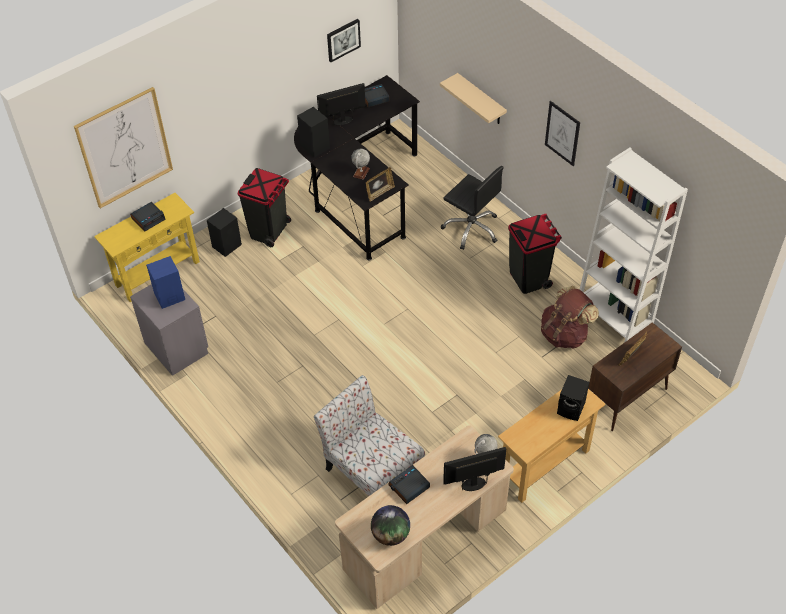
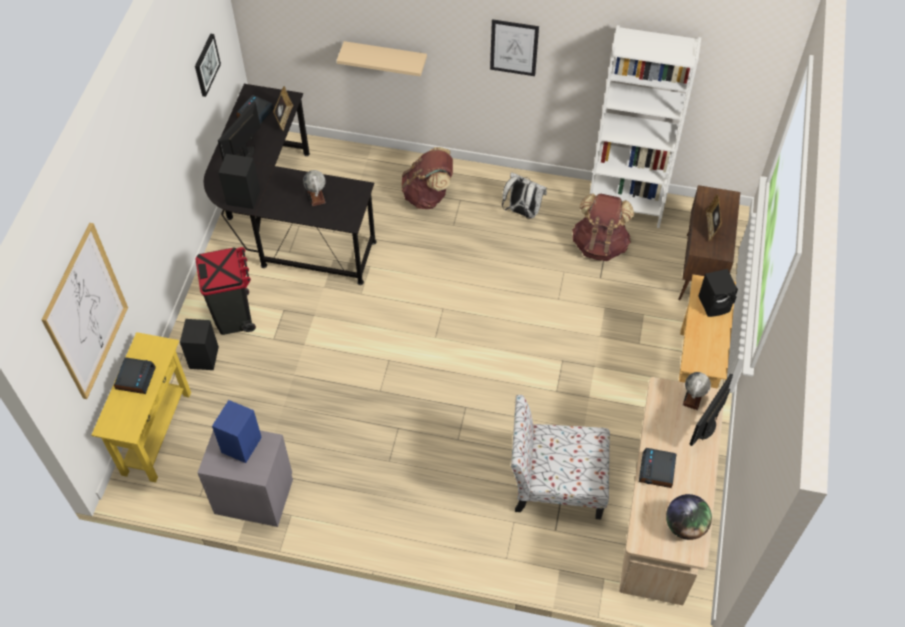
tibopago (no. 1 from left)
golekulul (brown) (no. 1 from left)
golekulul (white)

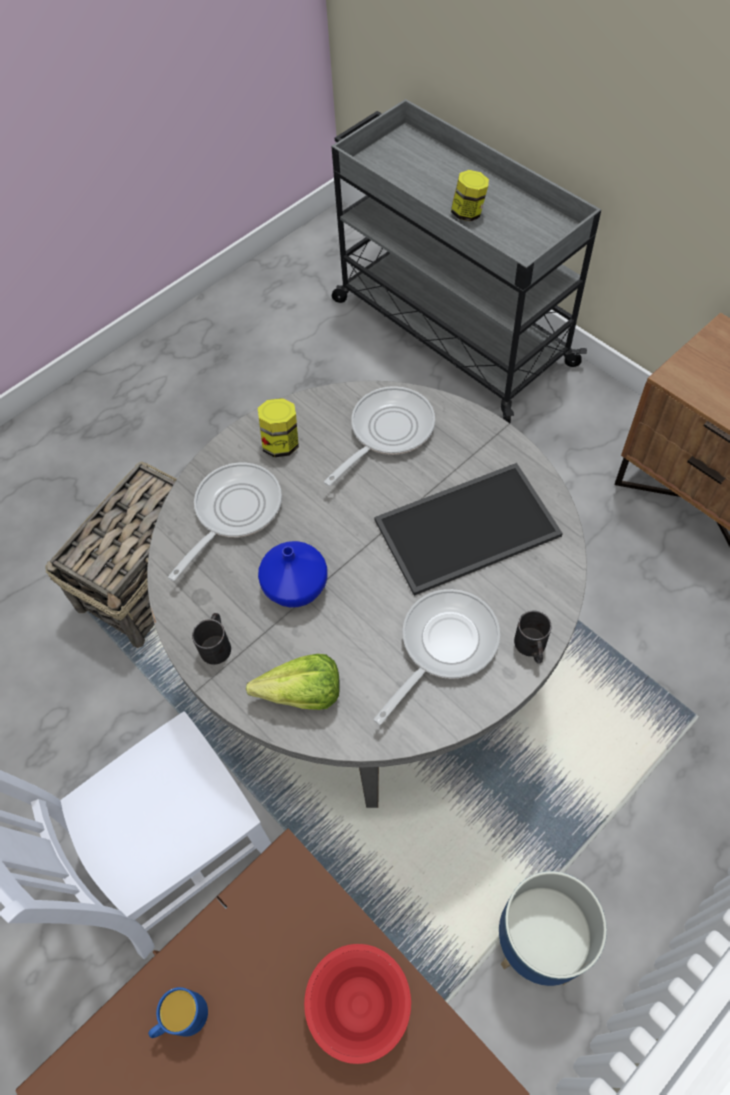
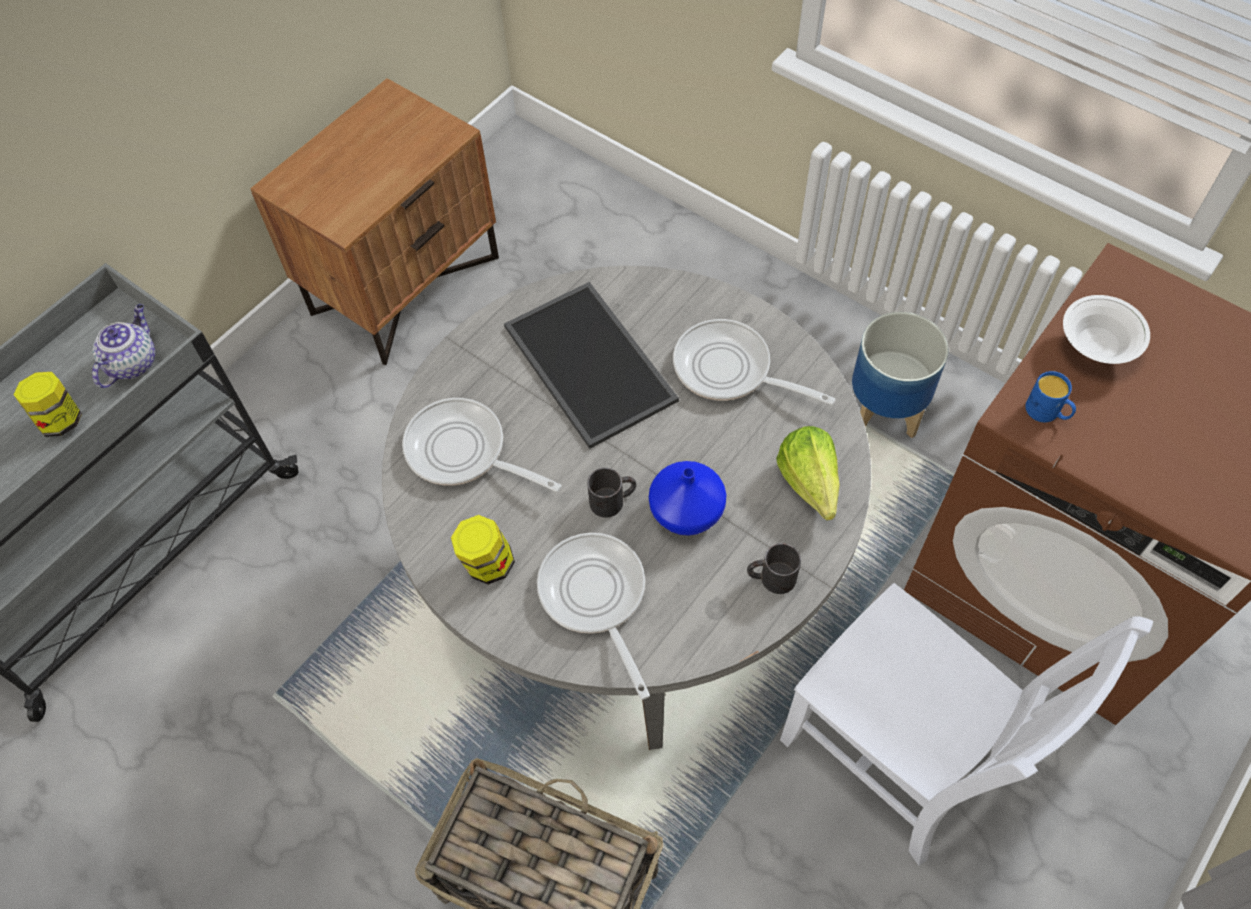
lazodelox
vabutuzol (no. 2 from left)
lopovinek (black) (no. 1 from left)
lopovinek (blue)
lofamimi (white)

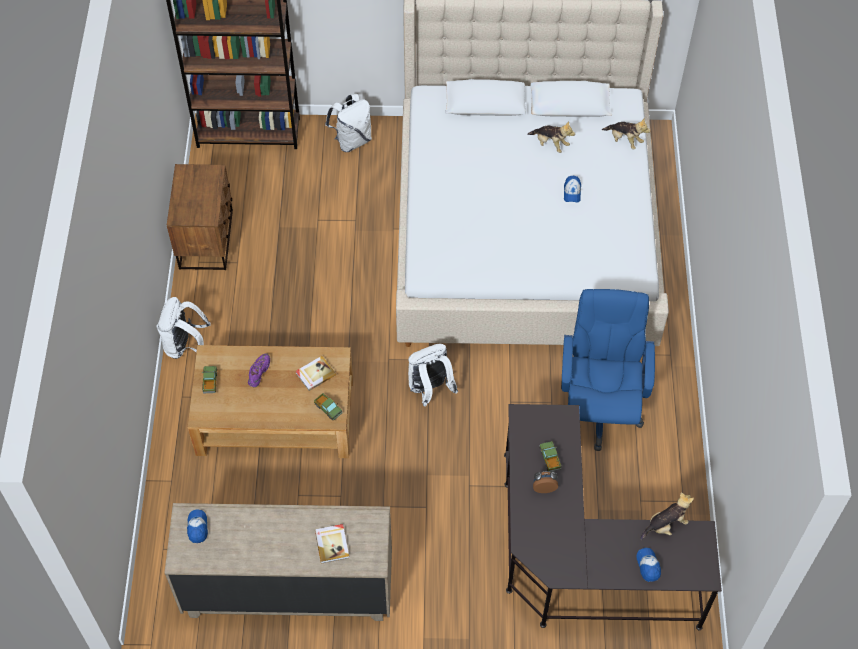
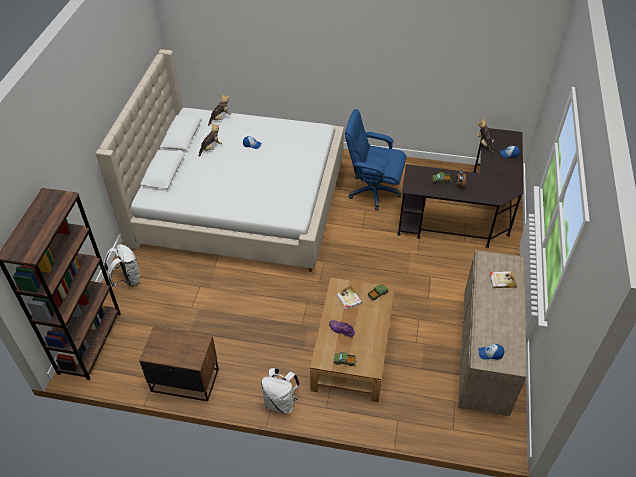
golekulul (white) (no. 3 from left in the first image)

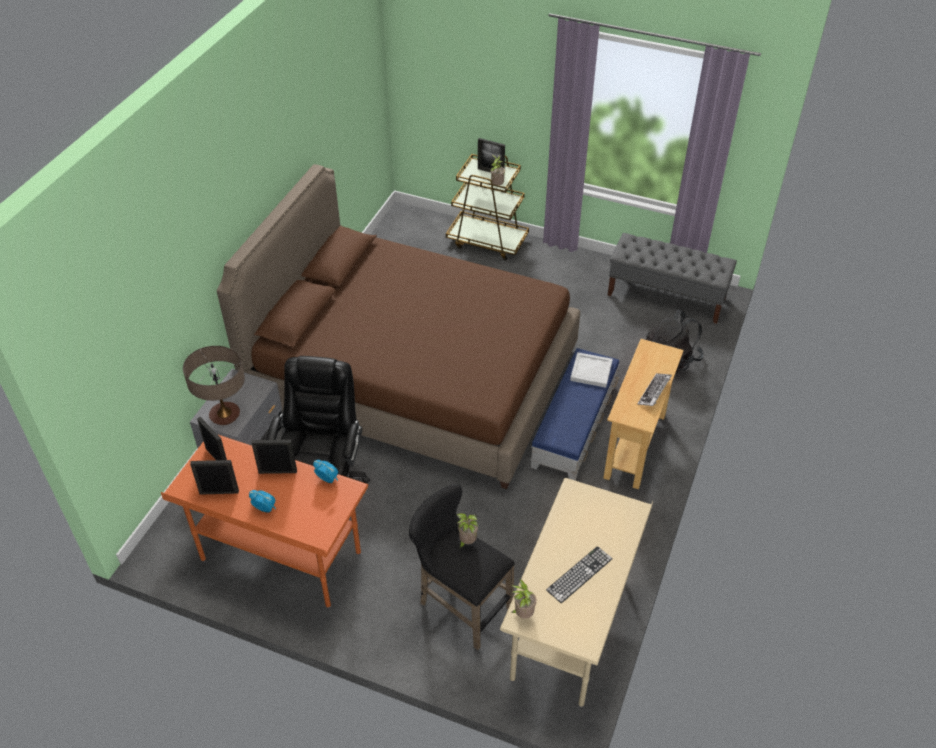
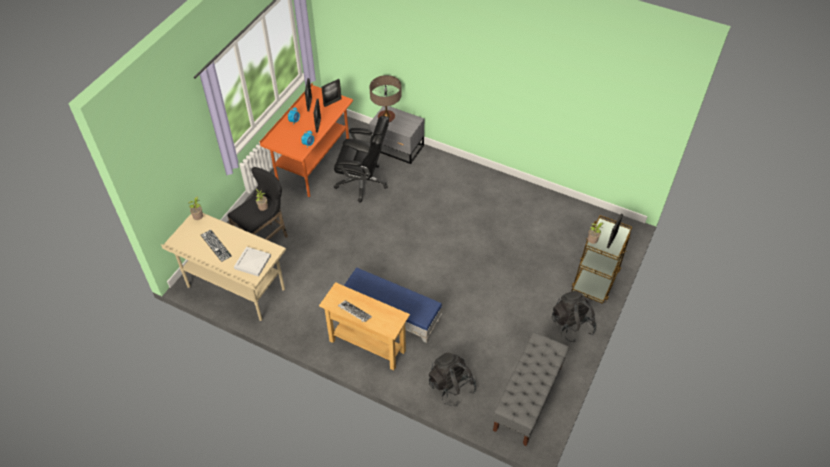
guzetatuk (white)
golekulul (black) (no. 2 from left)
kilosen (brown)

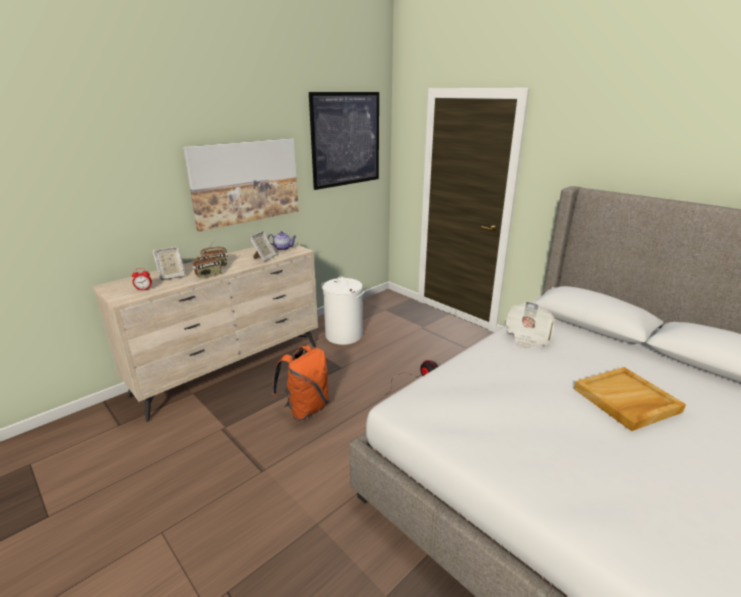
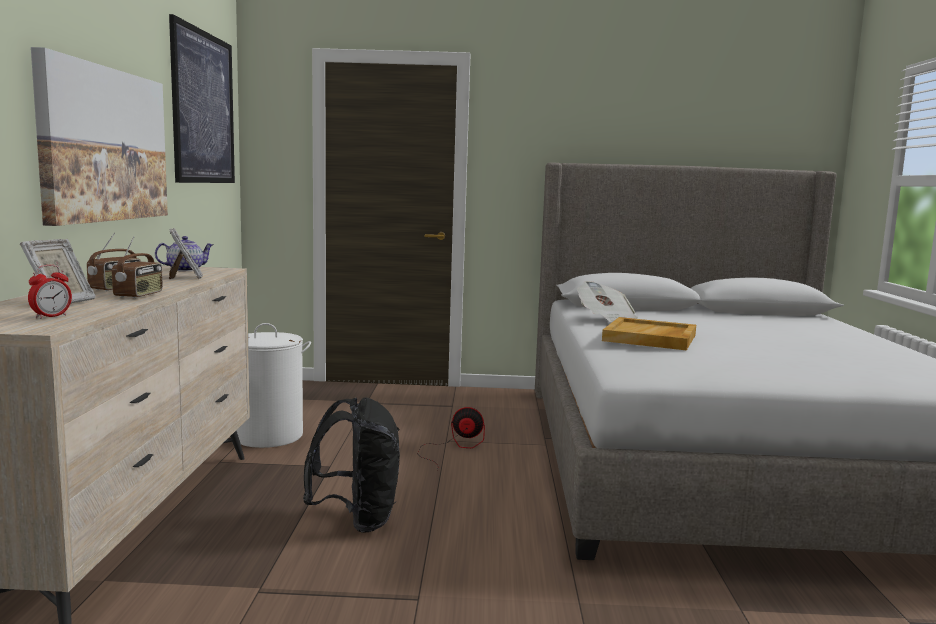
golekulul (black)
guzetatuk (beige)

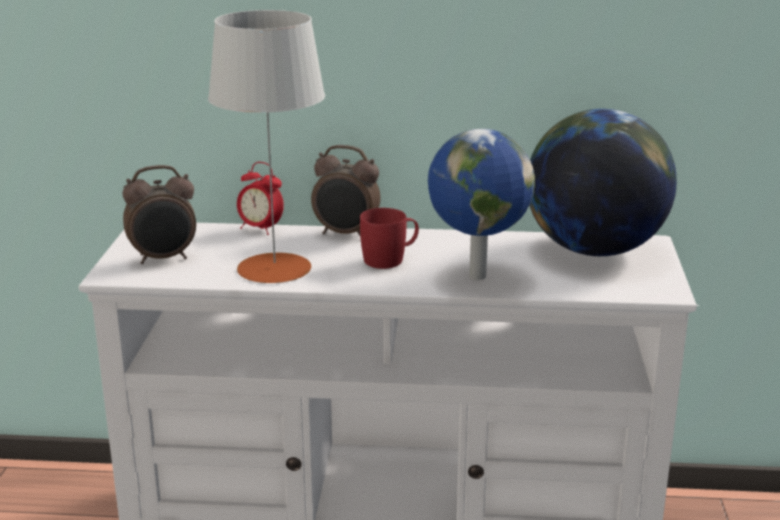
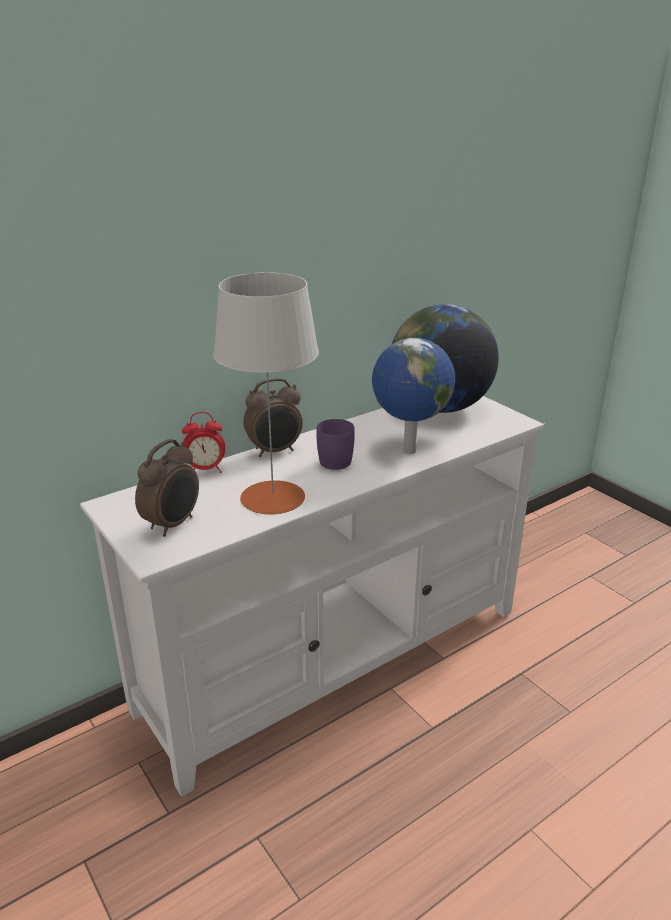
lopovinek (purple)

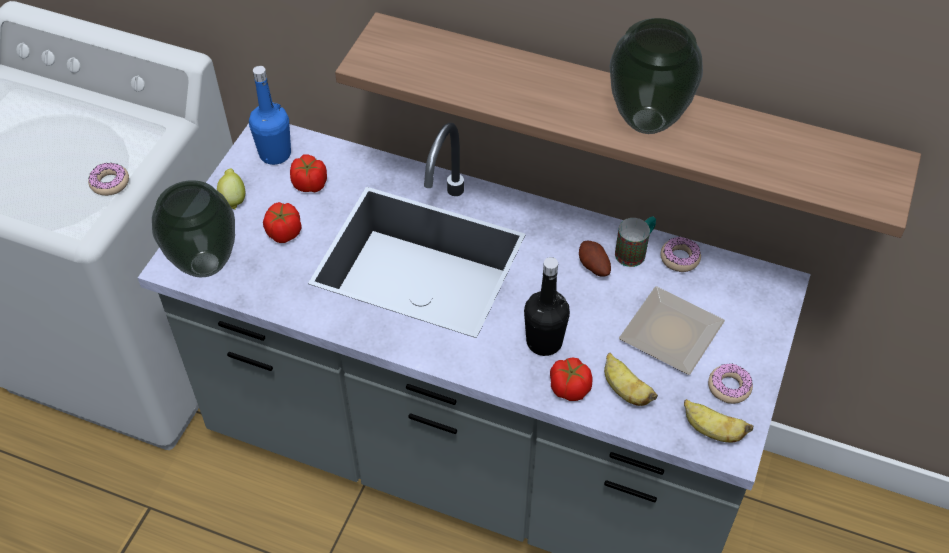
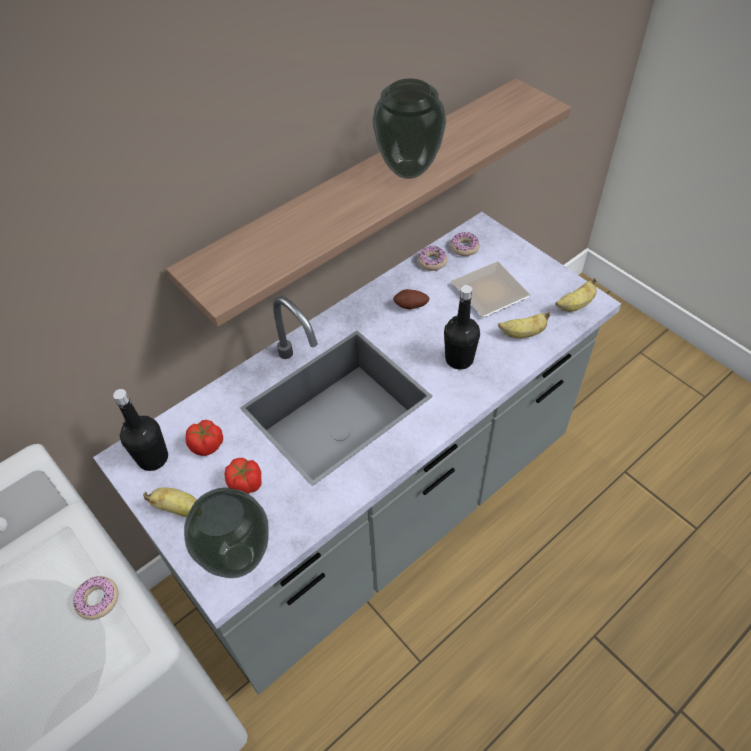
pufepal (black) (no. 1 from left)
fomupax (no. 1 from left)
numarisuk (no. 3 from left)
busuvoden (no. 3 from left in the first image)
lopovinek

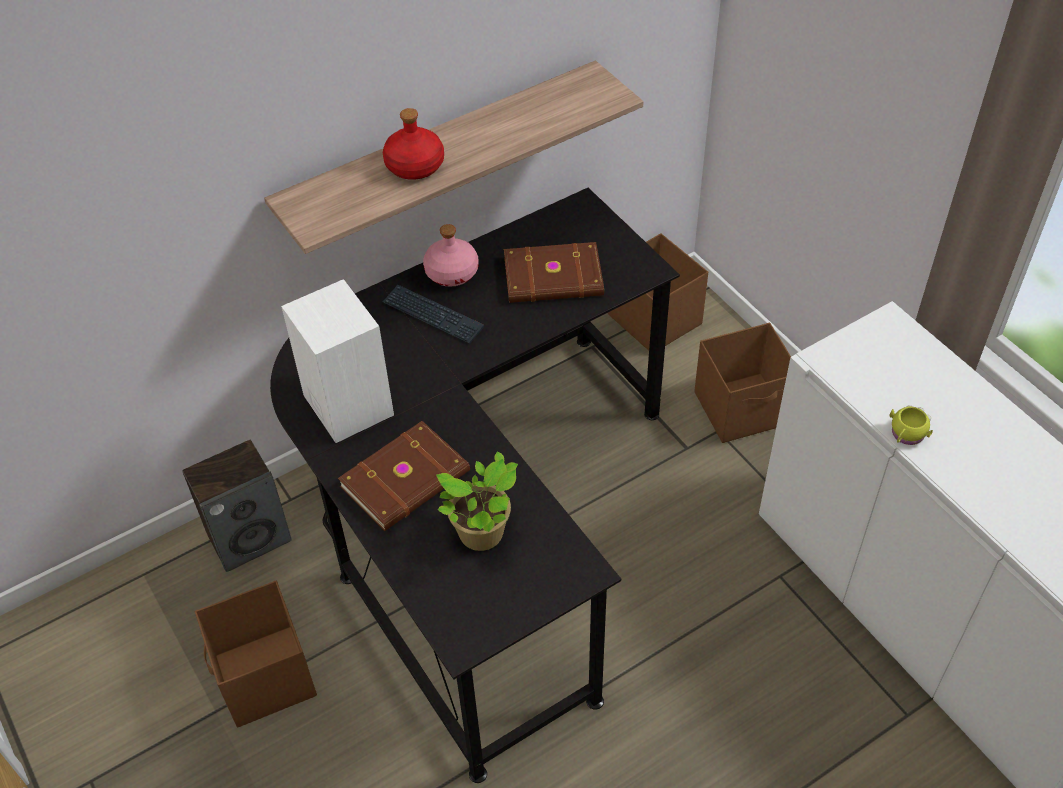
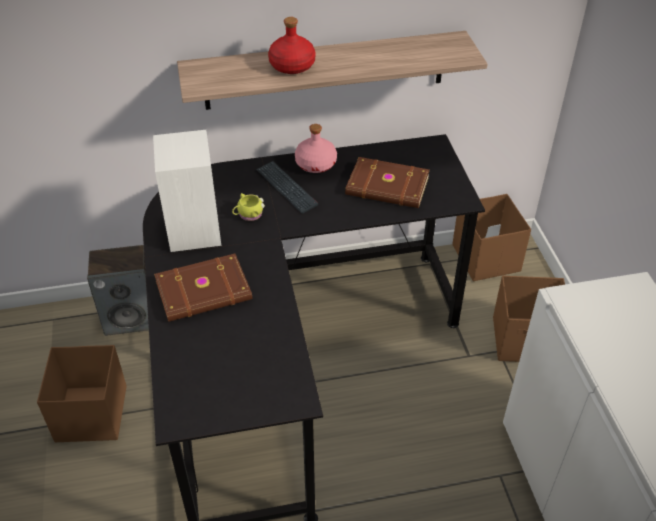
lopovinek (yellow)
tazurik

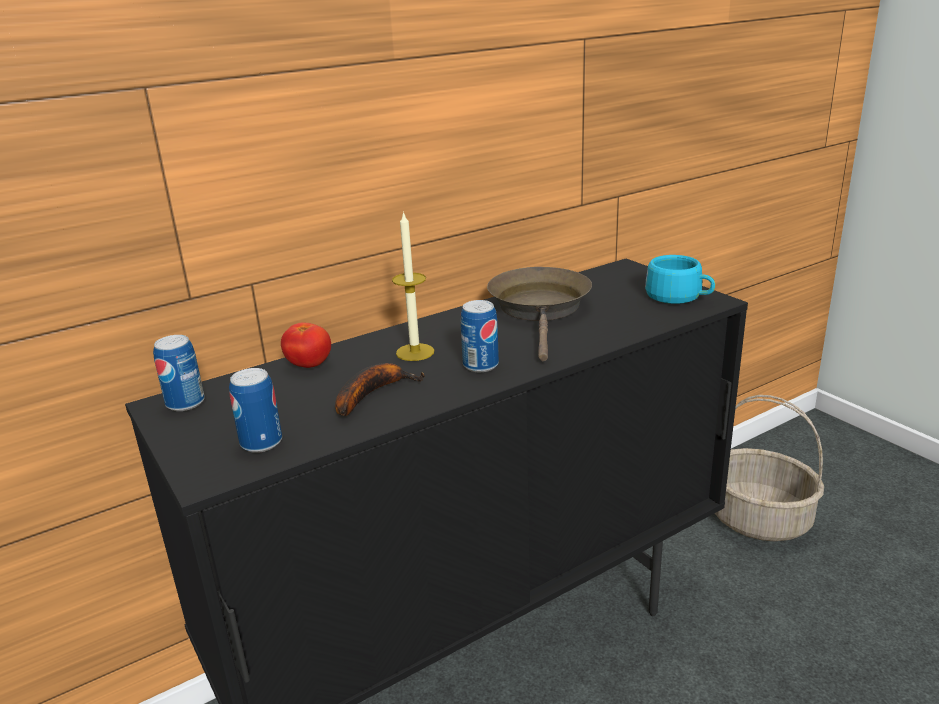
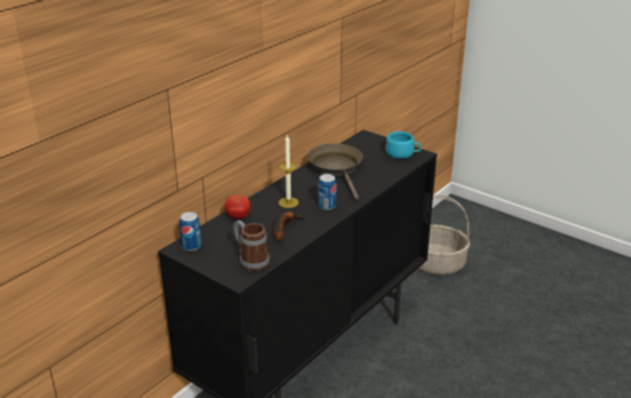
lopovinek

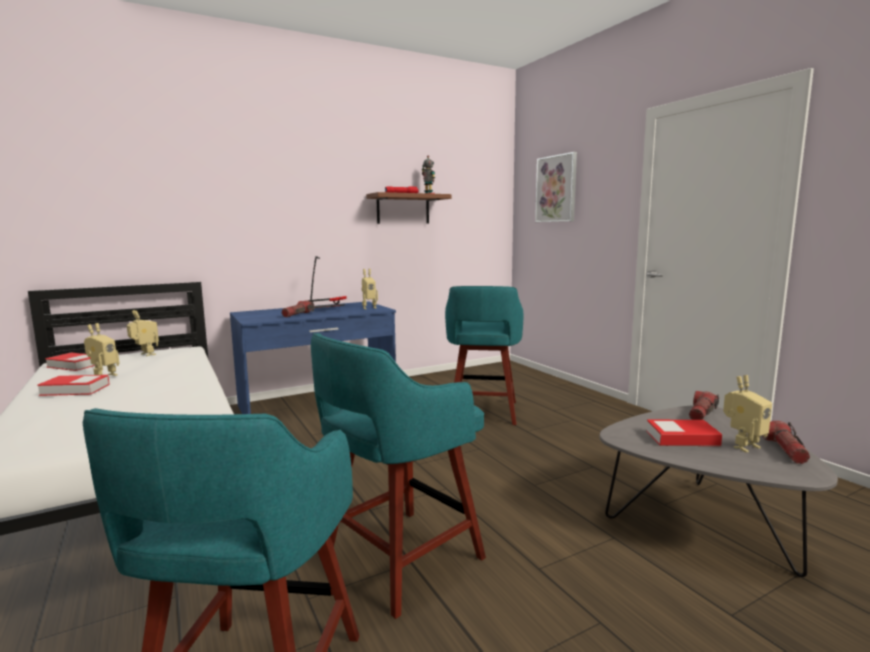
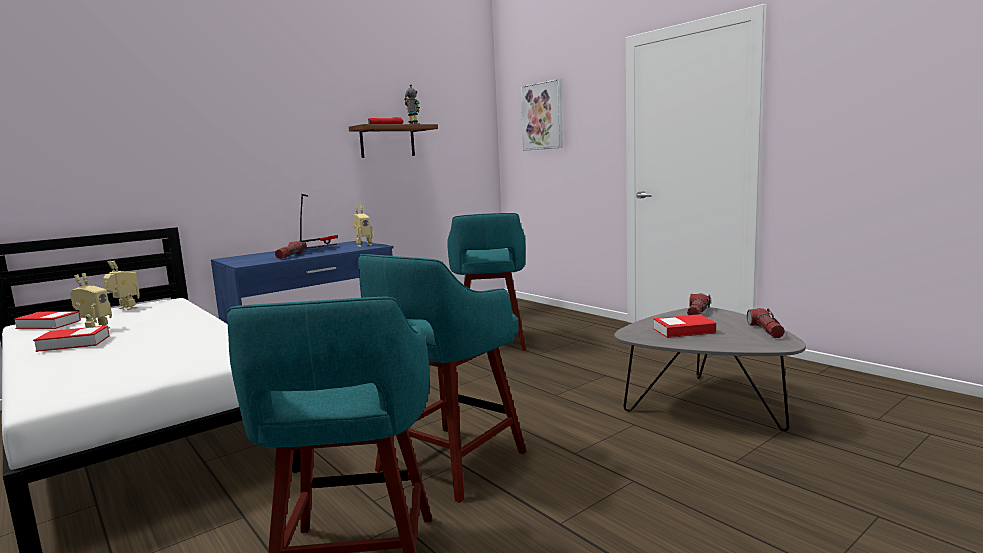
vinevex (no. 5 from left in the first image)

